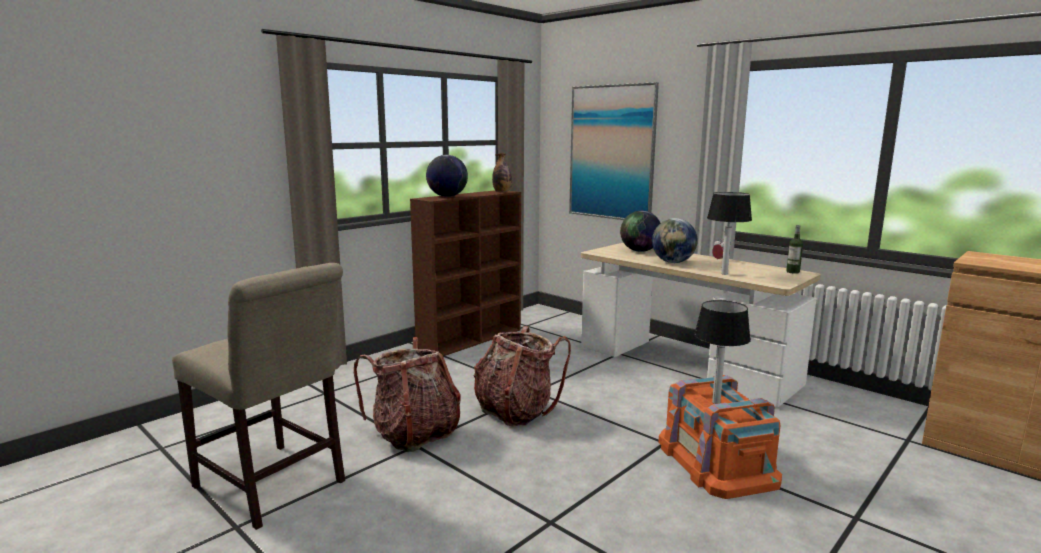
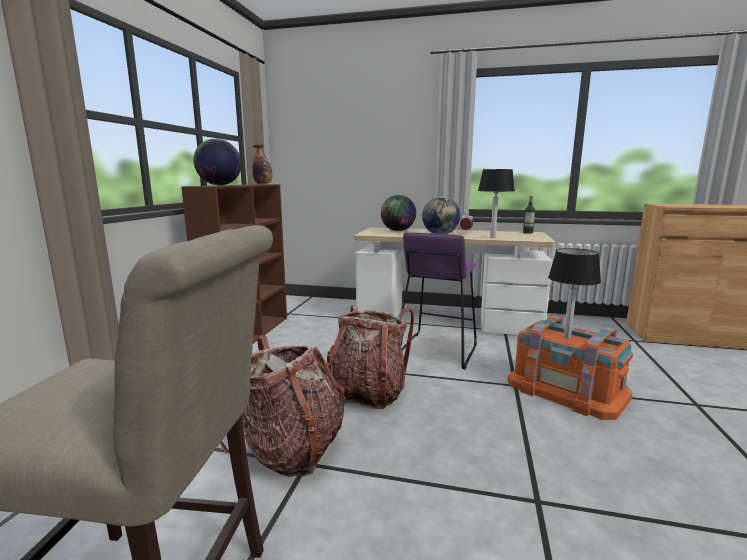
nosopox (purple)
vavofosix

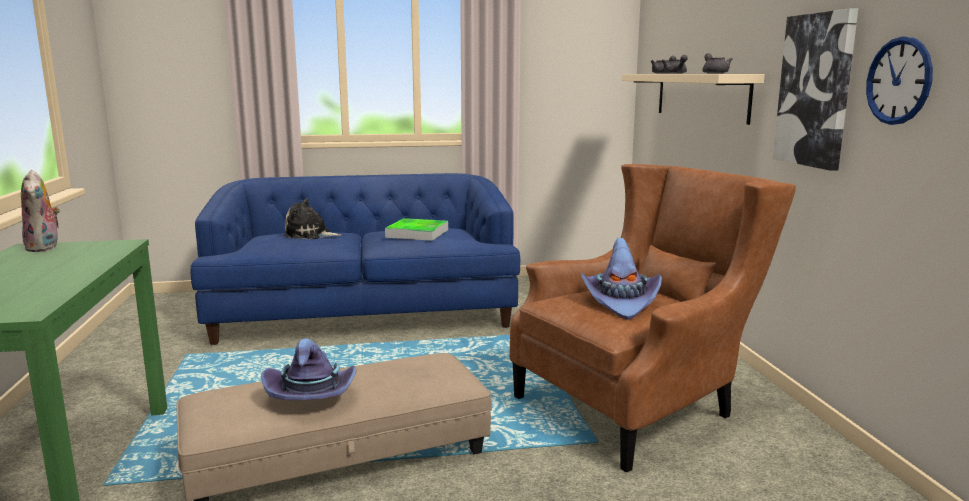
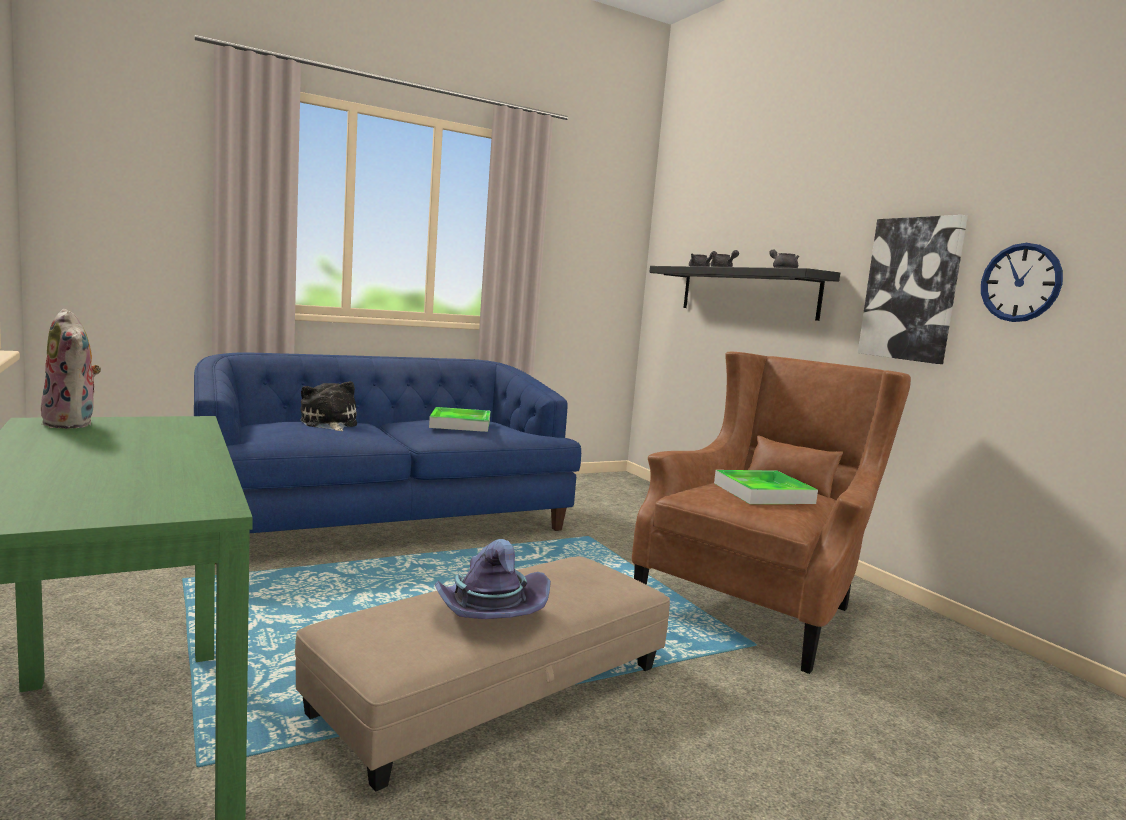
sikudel (no. 2 from left)
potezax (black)
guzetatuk (no. 2 from left)

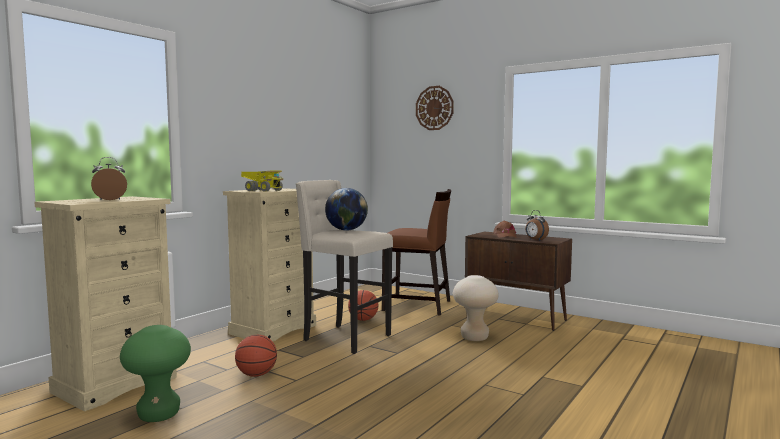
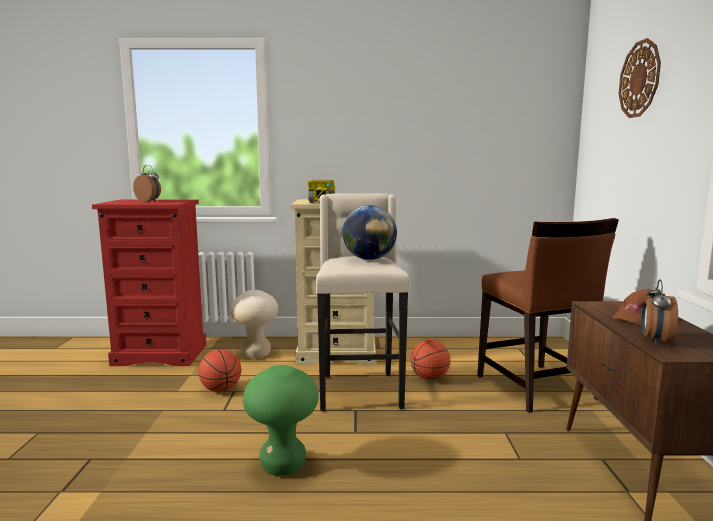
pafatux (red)
nosopox (beige) (no. 1 from left)
nosopox (green)

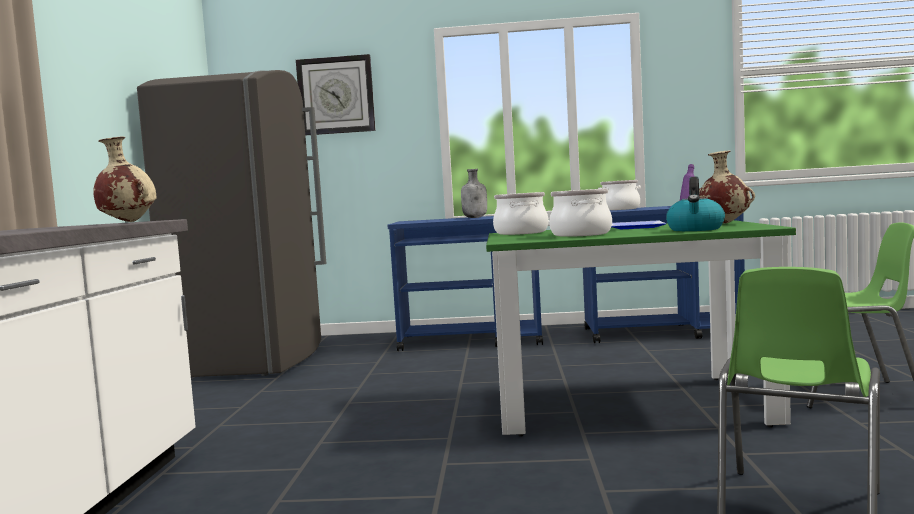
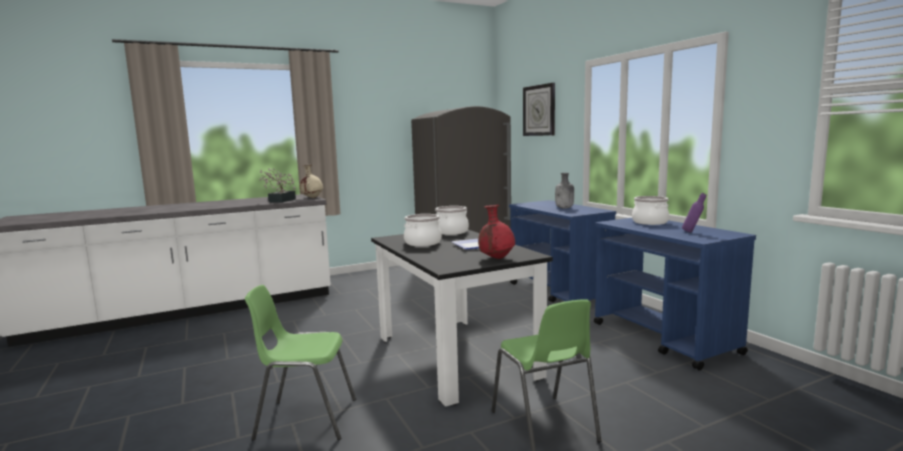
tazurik
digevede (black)
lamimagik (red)
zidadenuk

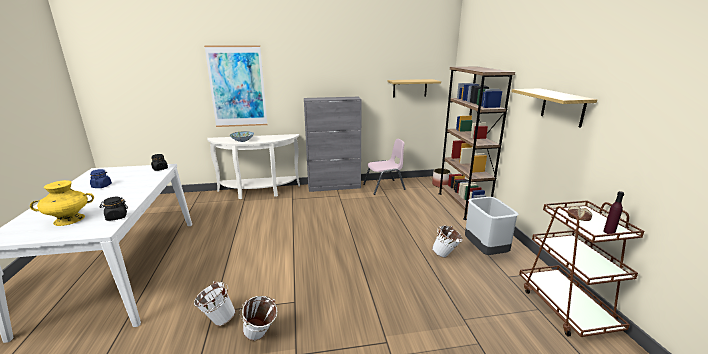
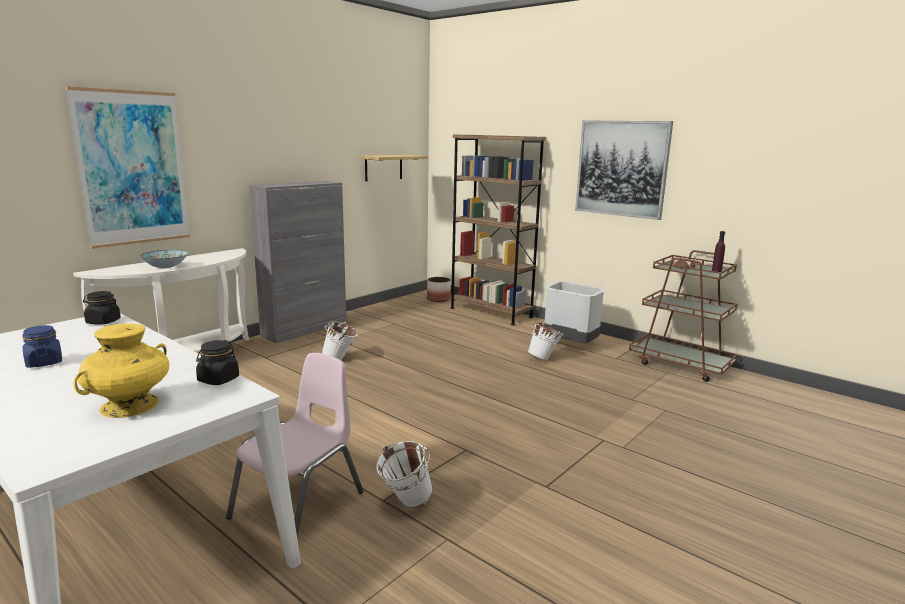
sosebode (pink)
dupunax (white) (no. 1 from left)
vavofosix (no. 2 from left)

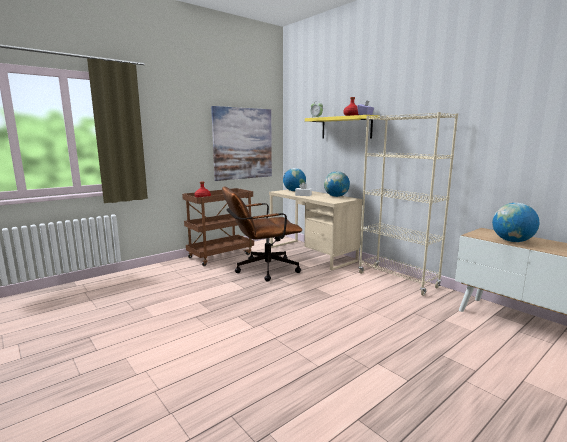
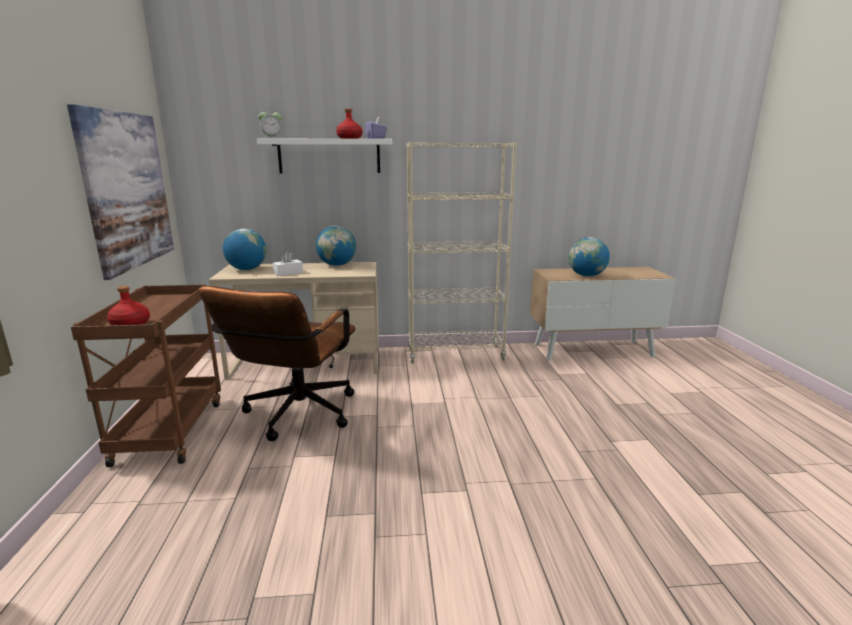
potezax (white)

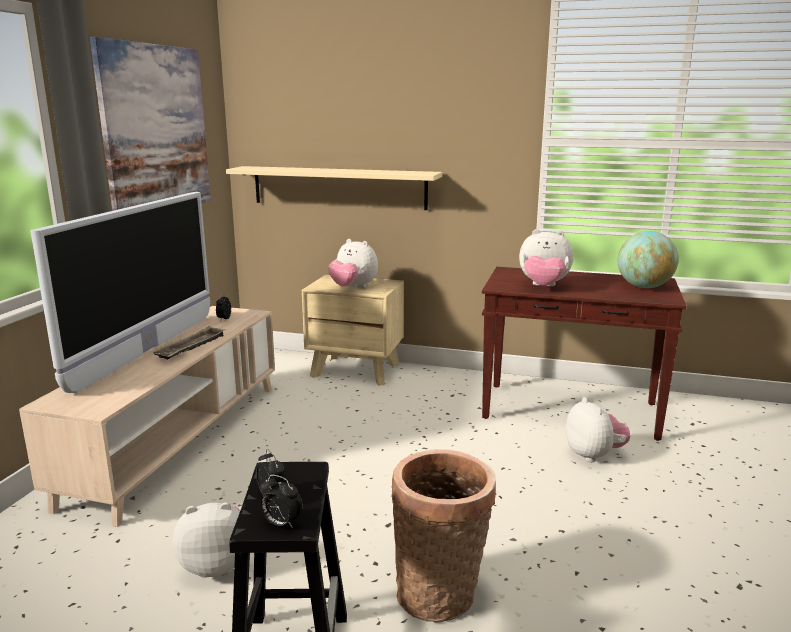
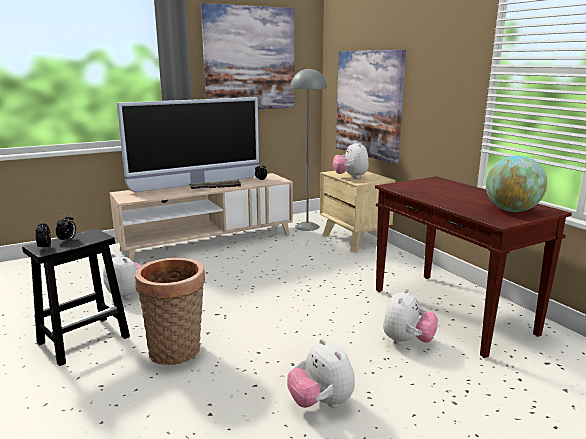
sikudel (no. 2 from left)
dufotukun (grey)
vavofosix (no. 2 from left)

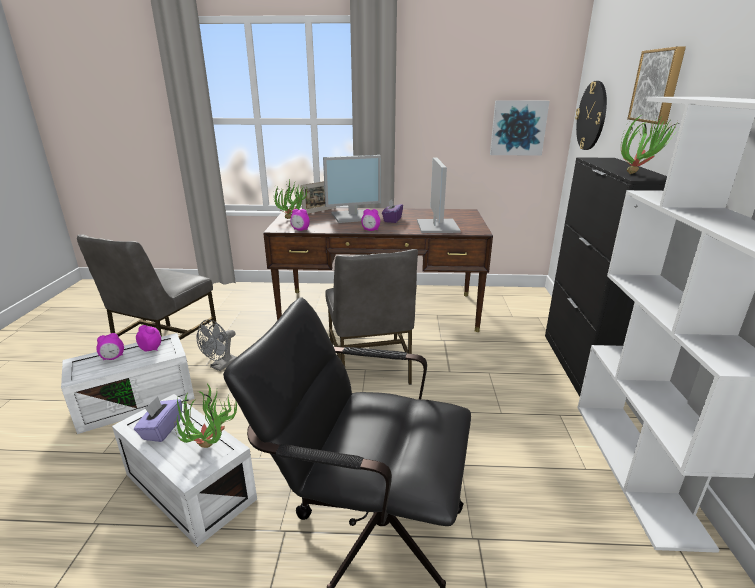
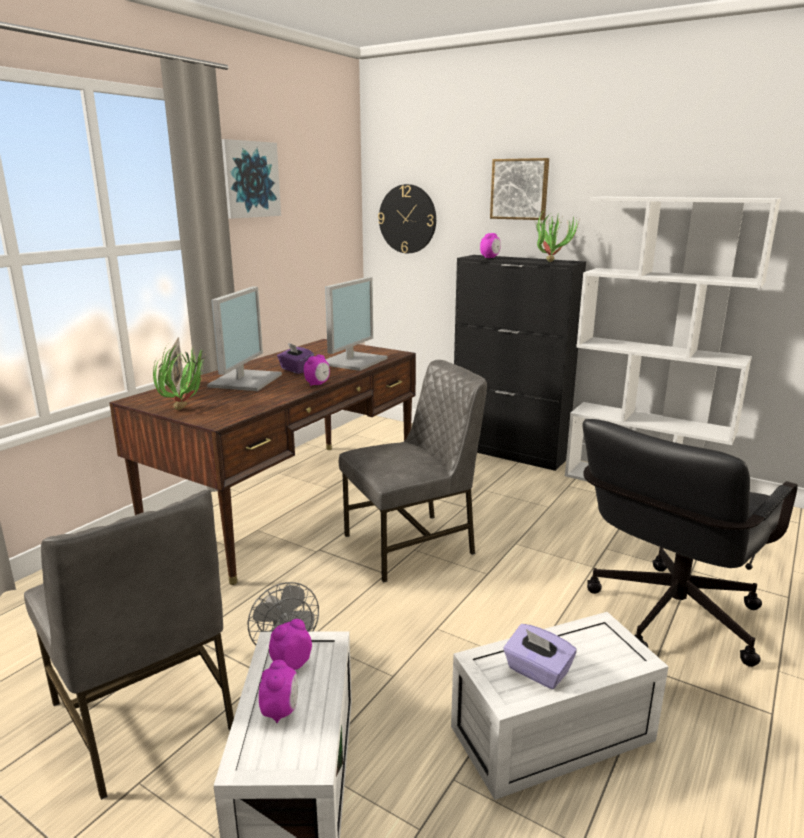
vavofosix (no. 1 from left)
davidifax (no. 2 from left)
sosebode (grey) (no. 2 from left)
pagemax (no. 4 from left)
tazurik (no. 1 from left in the first image)

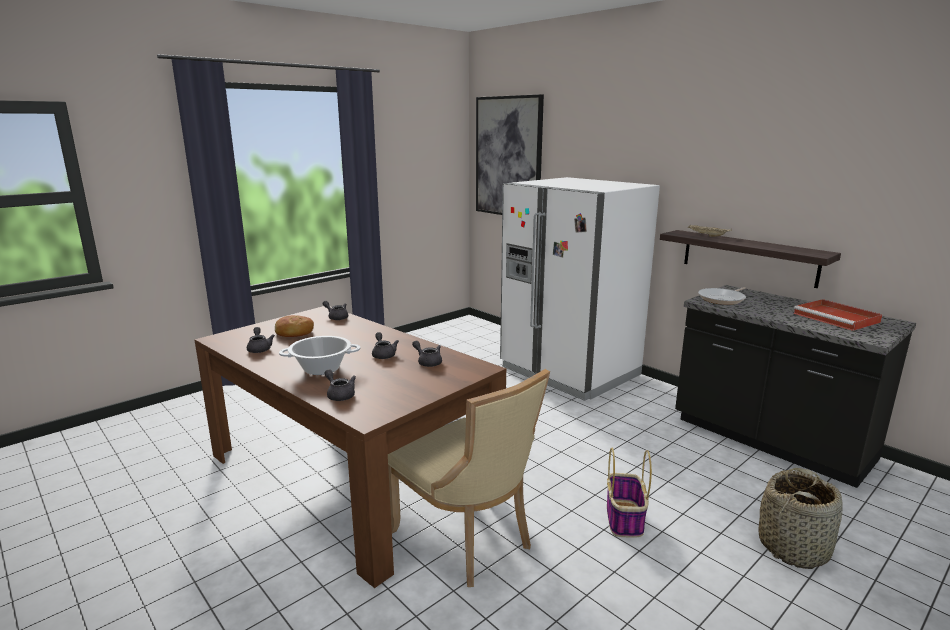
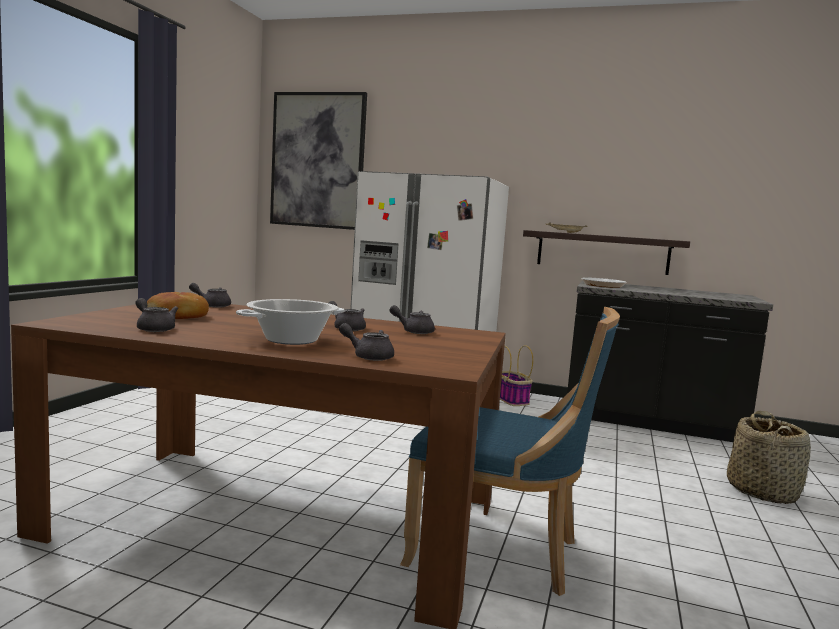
sosebode (blue)
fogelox (no. 1 from left)
guzetatuk (red)

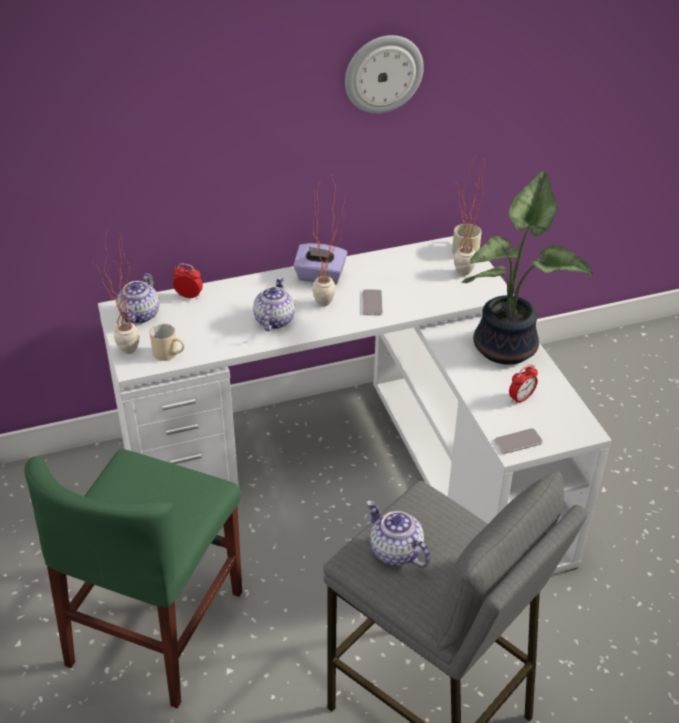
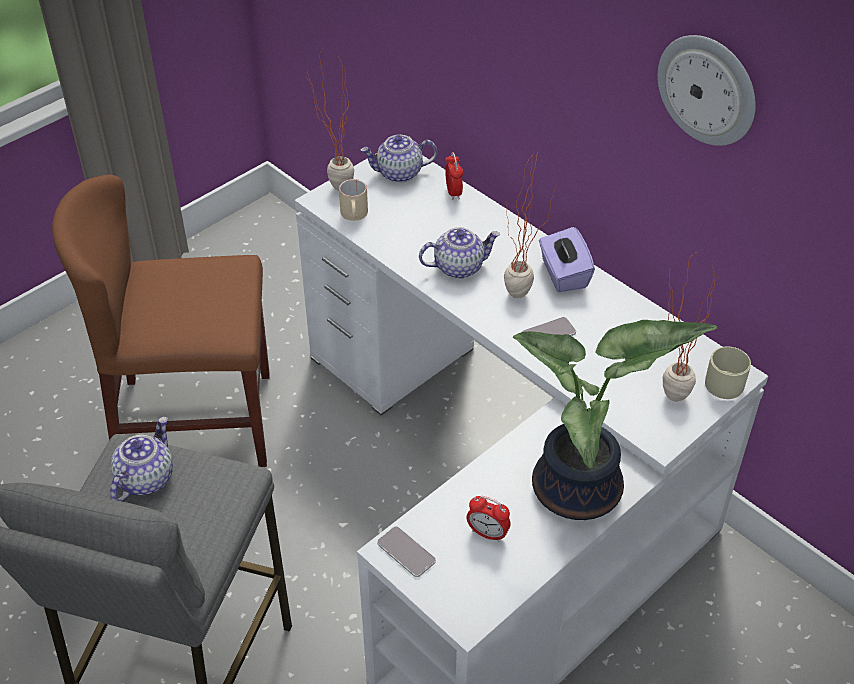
sosebode (brown)

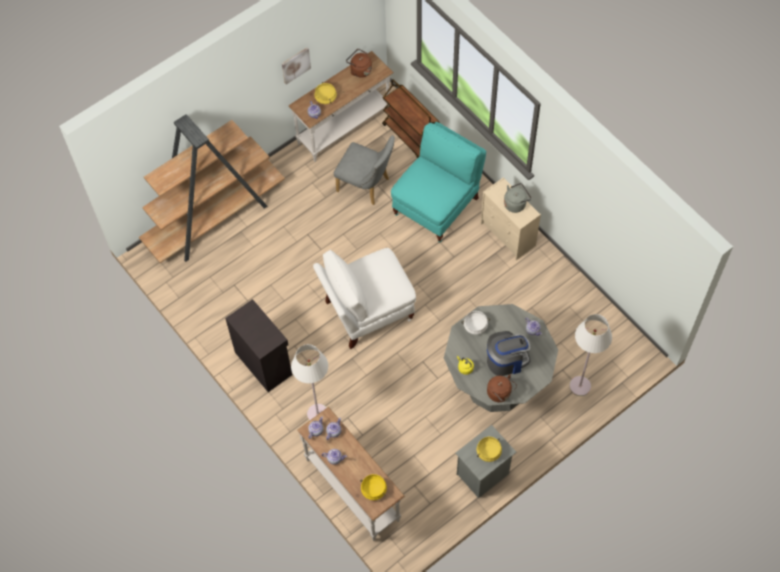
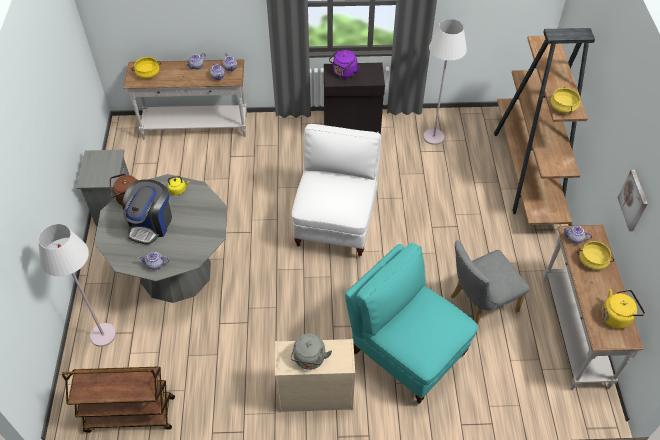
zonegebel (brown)
zidadenuk (purple)
sosebode (turquoise)
dufotukun (white) (no. 2 from left)
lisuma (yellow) (no. 2 from left)
zidadenuk (yellow) (no. 2 from left)
lisuma (white)

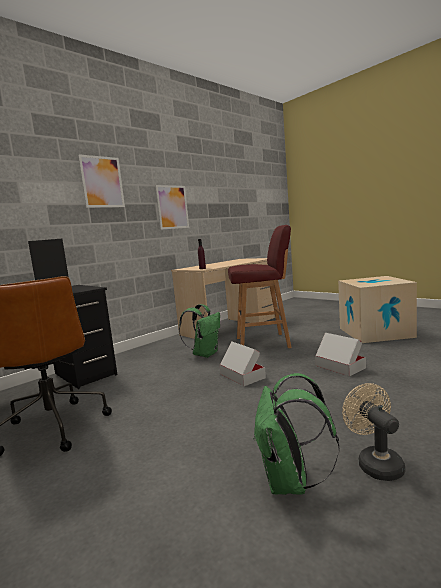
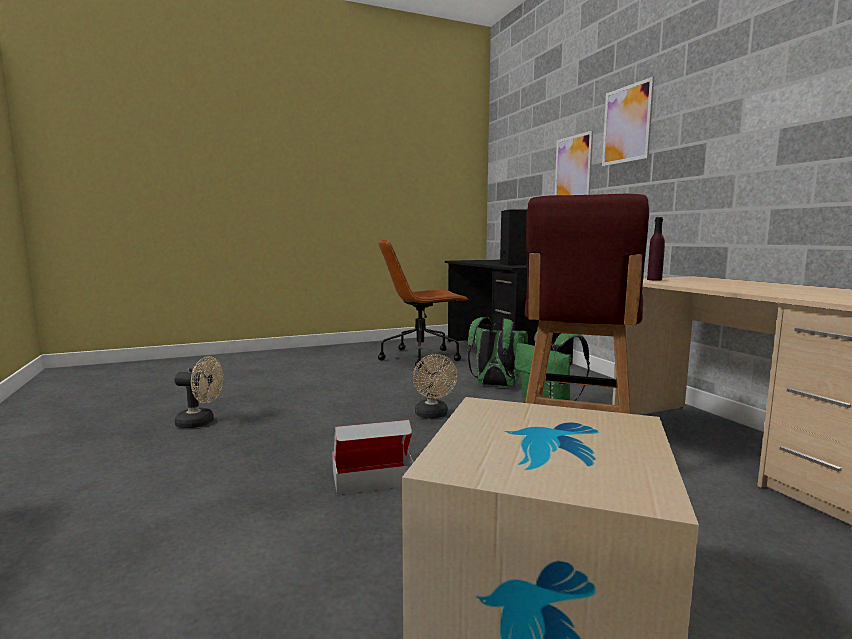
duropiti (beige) (no. 2 from left)
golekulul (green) (no. 1 from left)
vavofosix (no. 1 from left)

